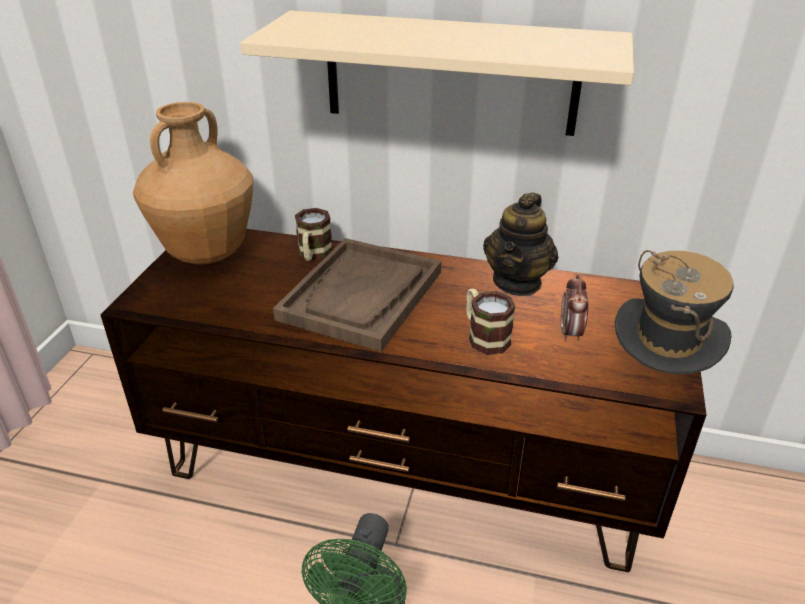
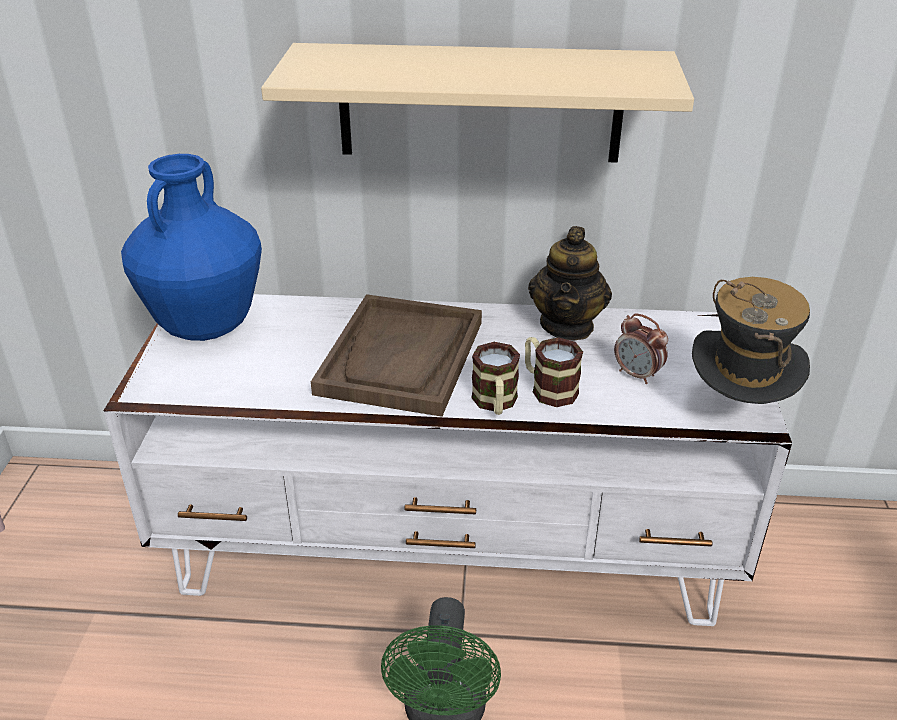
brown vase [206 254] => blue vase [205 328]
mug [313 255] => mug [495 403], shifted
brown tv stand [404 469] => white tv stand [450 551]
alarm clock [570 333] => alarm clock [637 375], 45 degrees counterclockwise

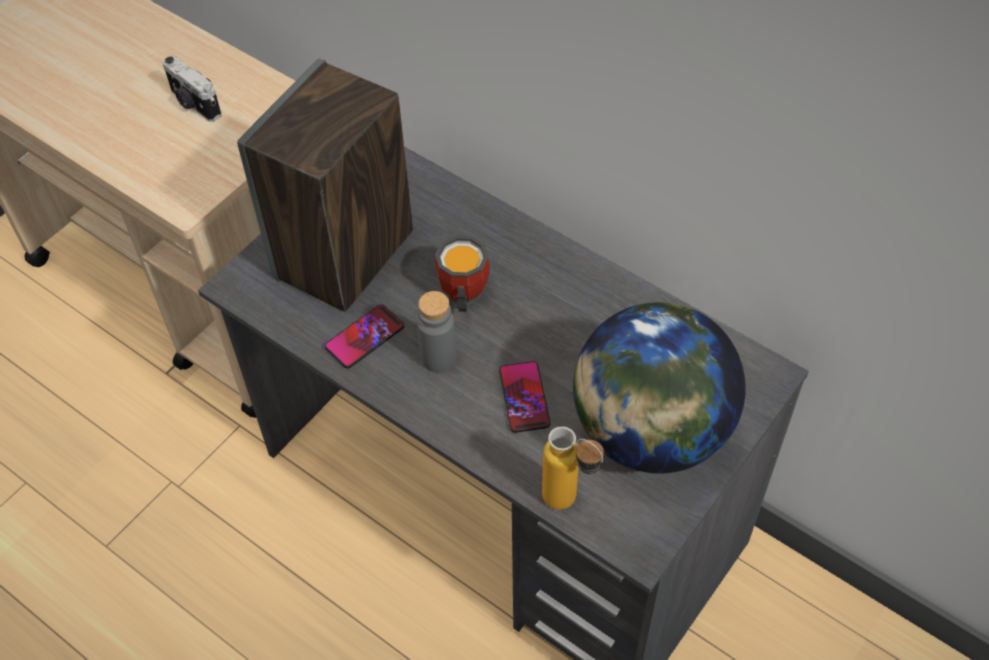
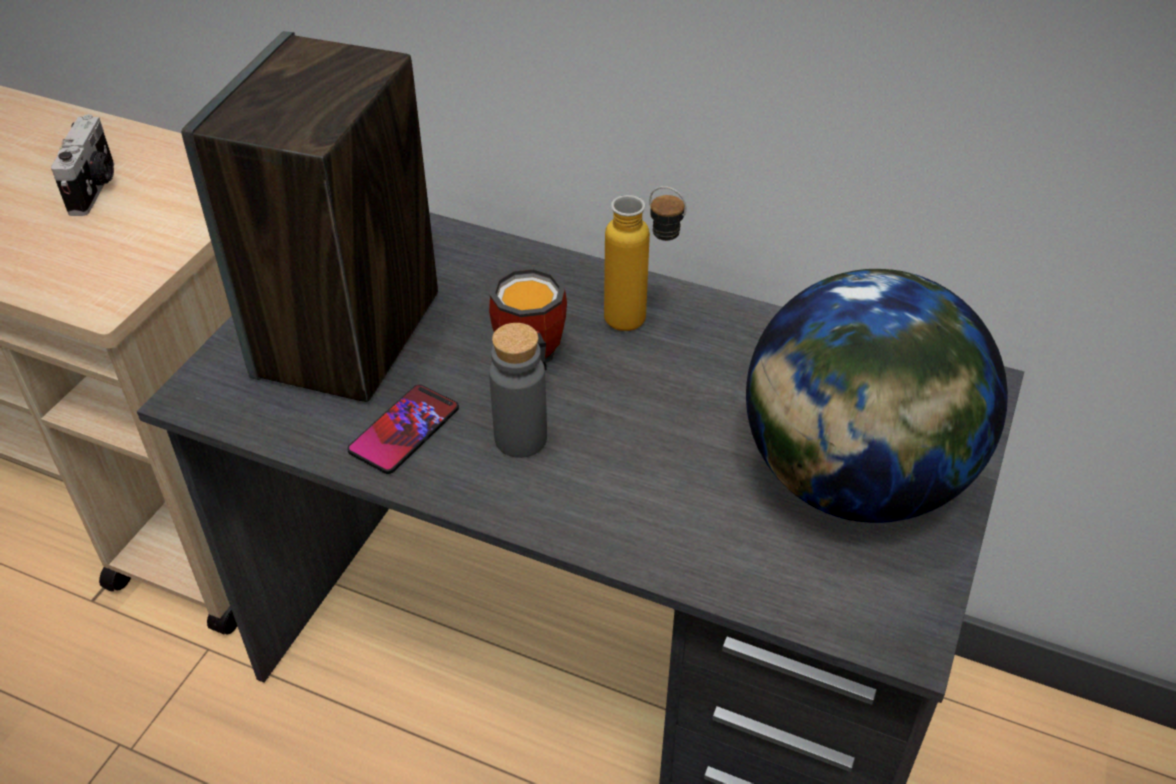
photo camera [194 104] => photo camera [95 188], 120 degrees counterclockwise
phone [524 397] => nothing
bottle [570 503] => bottle [641 324], shifted

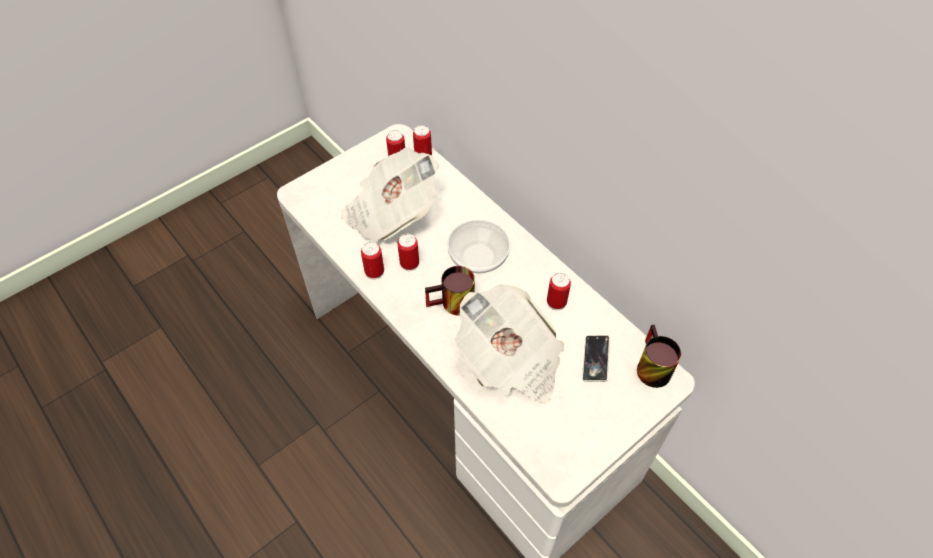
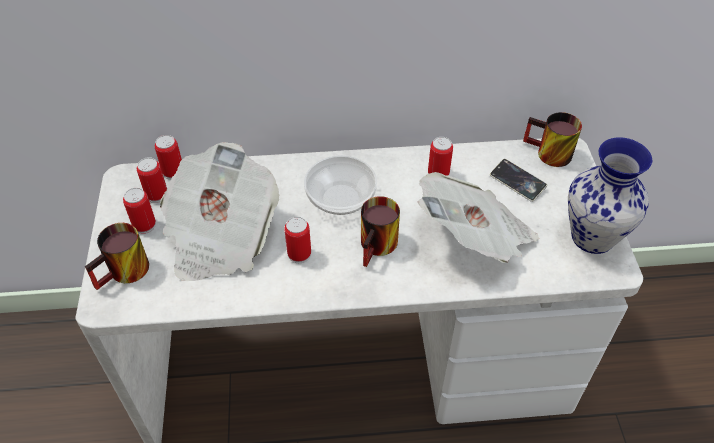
can [374 272] => can [144 225], shifted
nothing => vase [592 238]
nothing => mug [125 274]

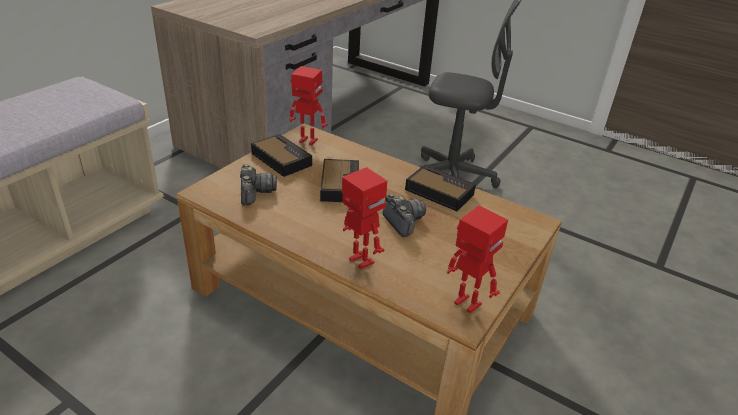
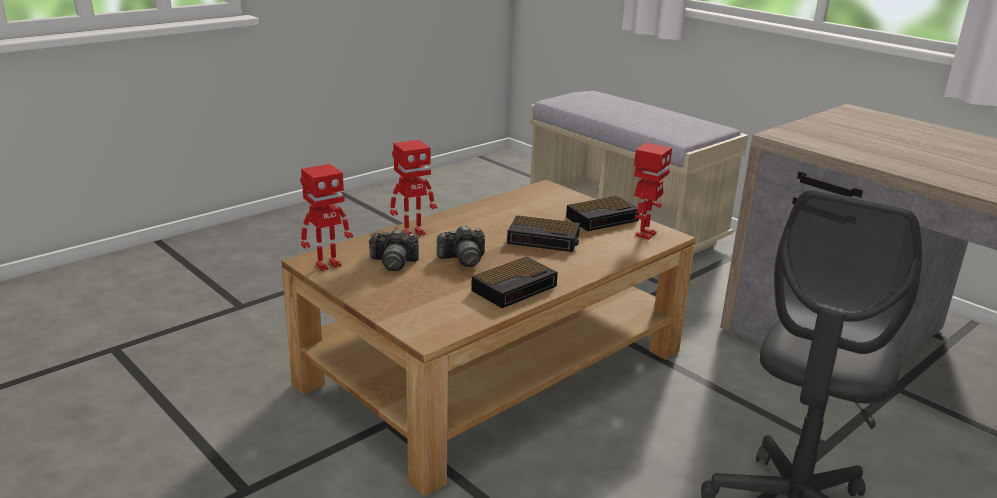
photo camera [255 193] => photo camera [394 263], shifted

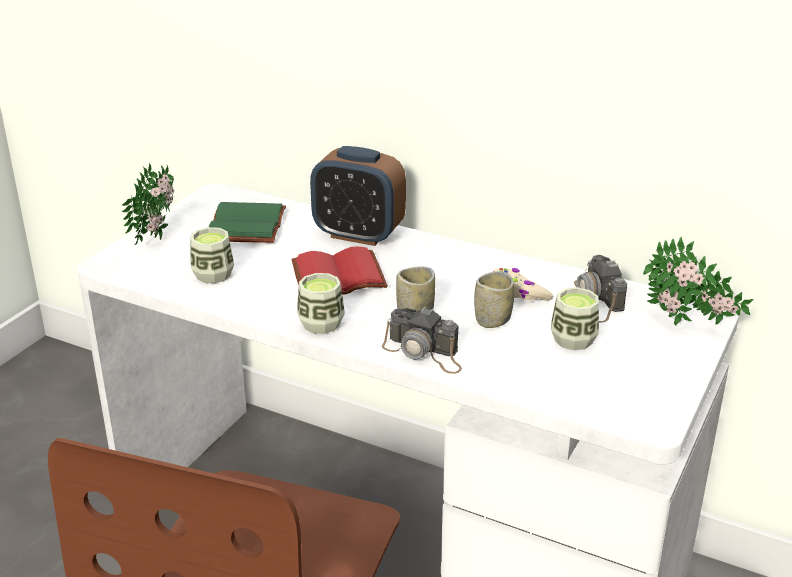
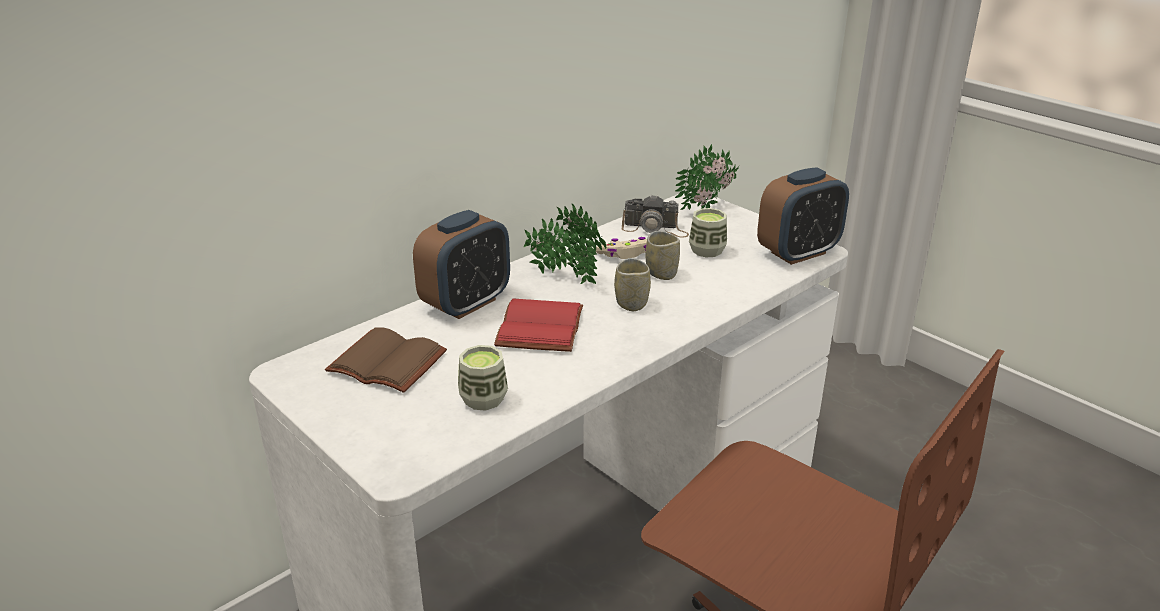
potted plant [159 234] => potted plant [565 277], shifted
green book [248 226] => brown book [390 362]
cup [321 324] => nothing
photo camera [424 353] => nothing
nothing => alarm clock [798 253]

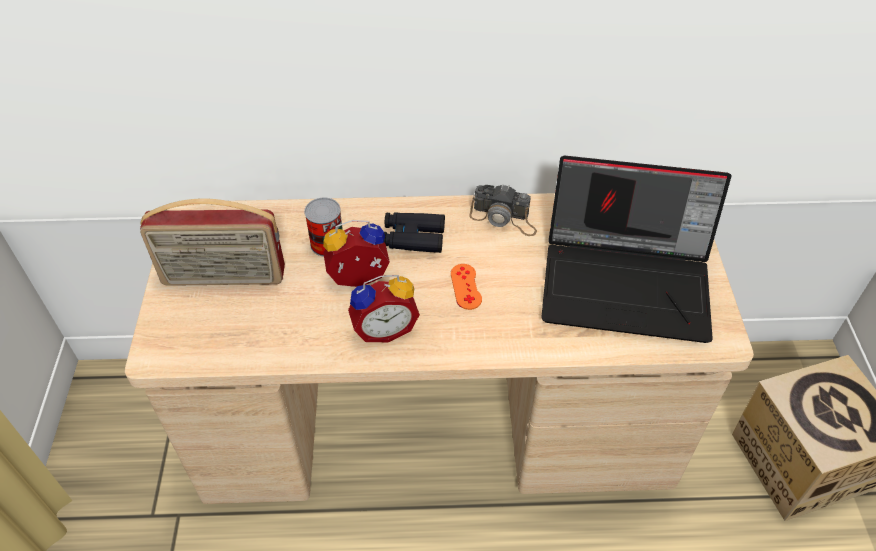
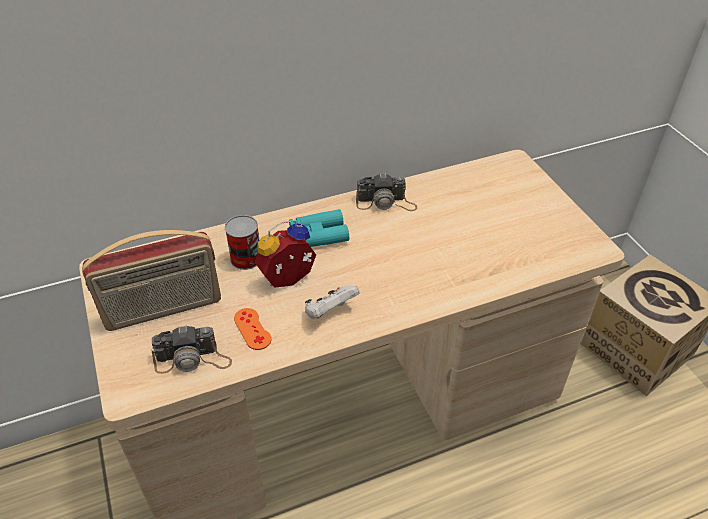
laptop [628 282] => nothing
black binoculars [413 238] => turquoise binoculars [318 235]
orange game controller [466 286] => orange game controller [252 329], shifted
alarm clock [384 328] => white game controller [330 312]
nothing => photo camera [193 359]

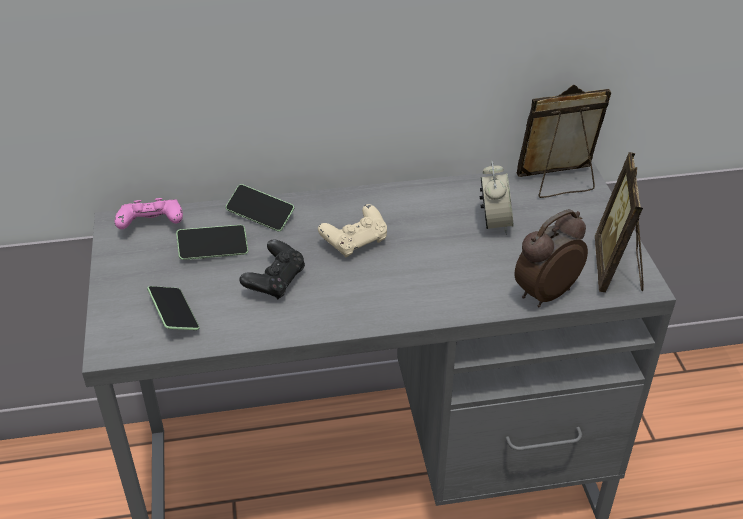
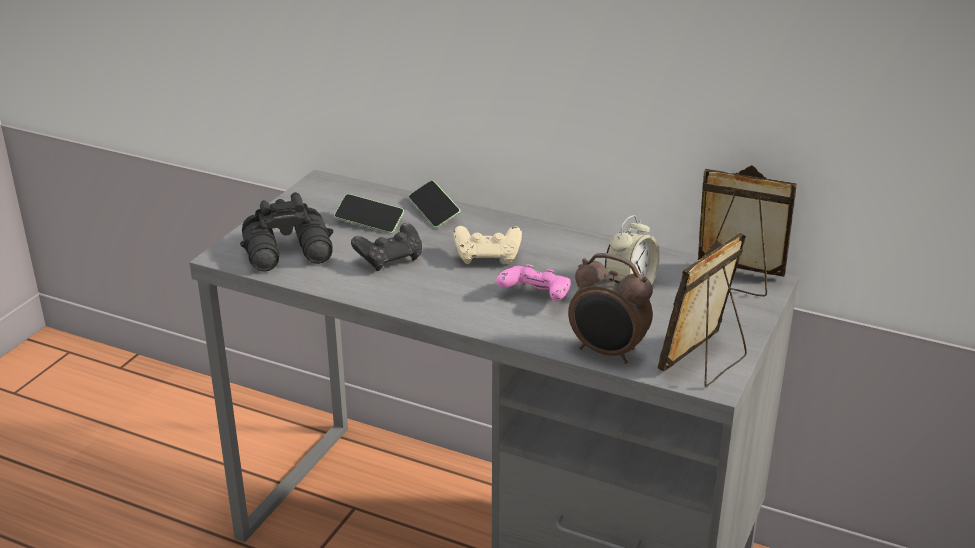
pink game controller [151 226] => pink game controller [535 297], shifted
alarm clock [544 293] => alarm clock [607 352], 150 degrees counterclockwise
phone [174 315] => black binoculars [290 252]

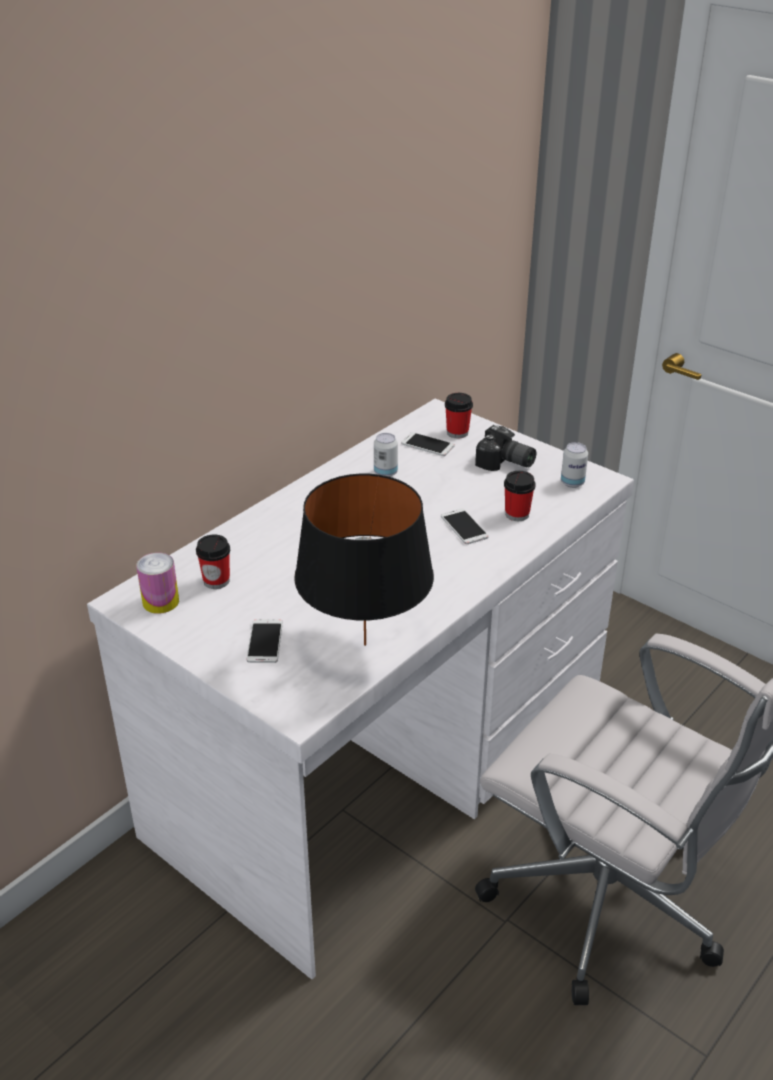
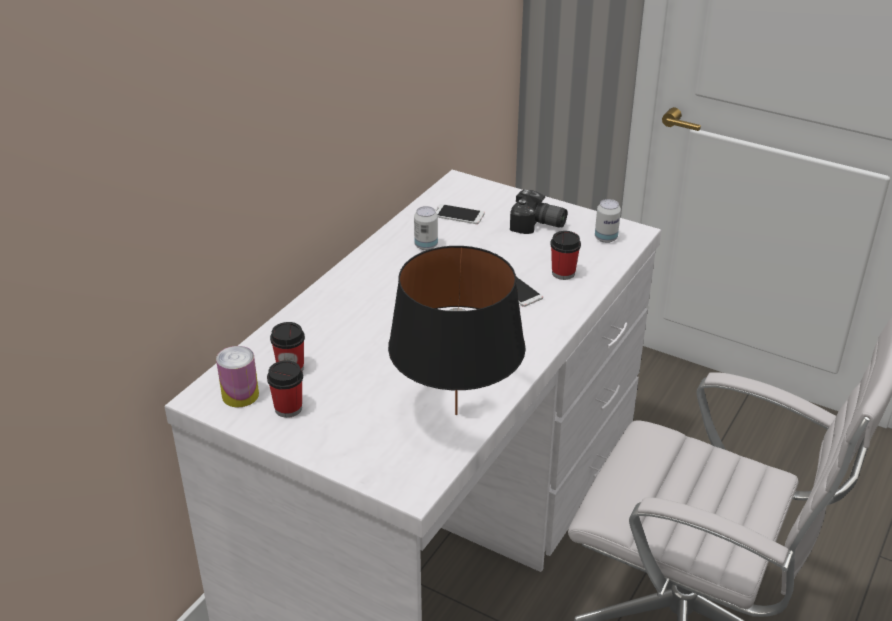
cup [457 433] => cup [288 408], shifted
phone [265 641] => nothing

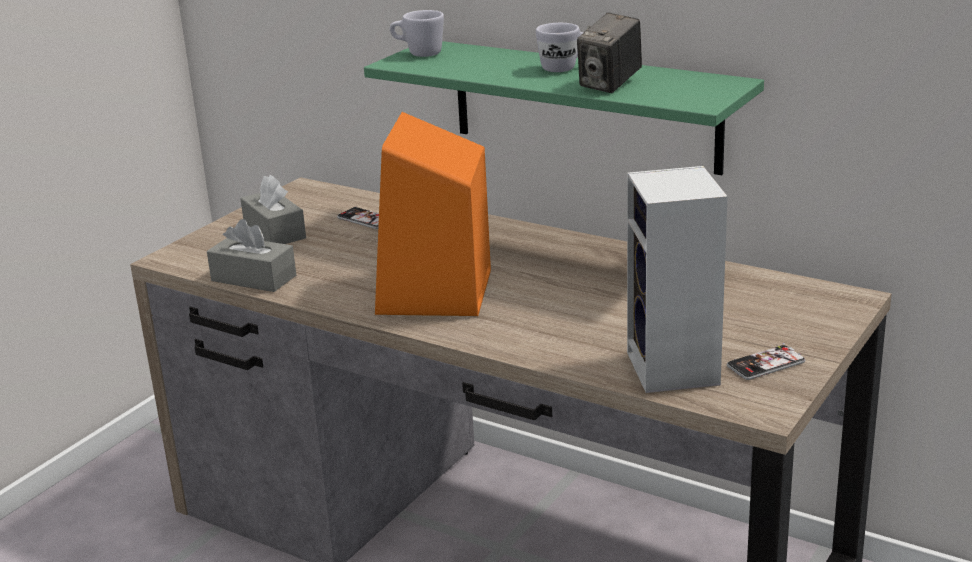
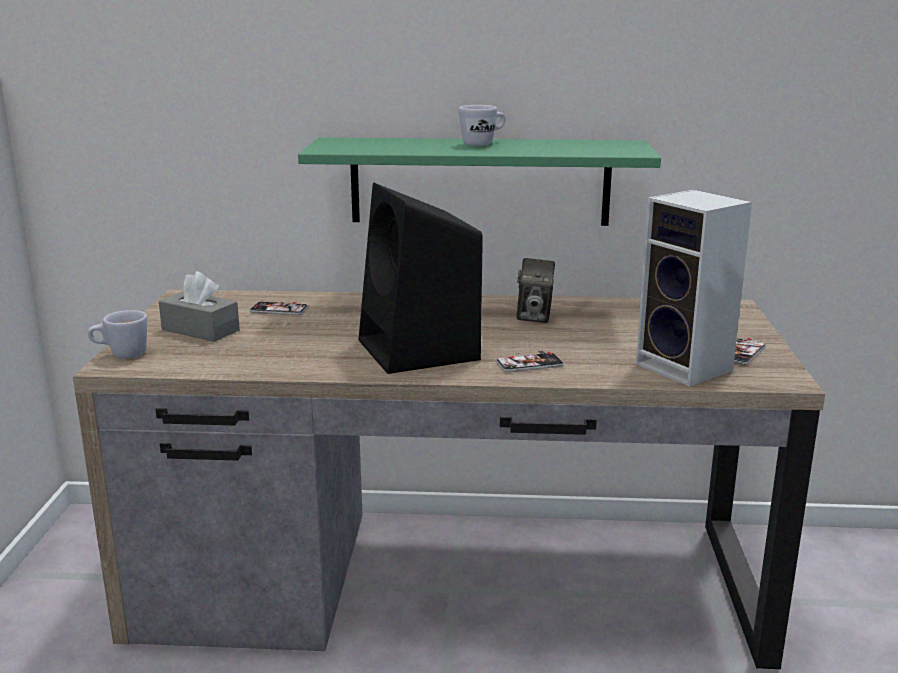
white mug [418 53] => white mug [121 355], shifted
photo camera [610 85] => photo camera [534 316], shifted
orange speaker [435 294] => black speaker [420 351]
grey tissue box [253 278] => nothing
nothing => phone [529 364]

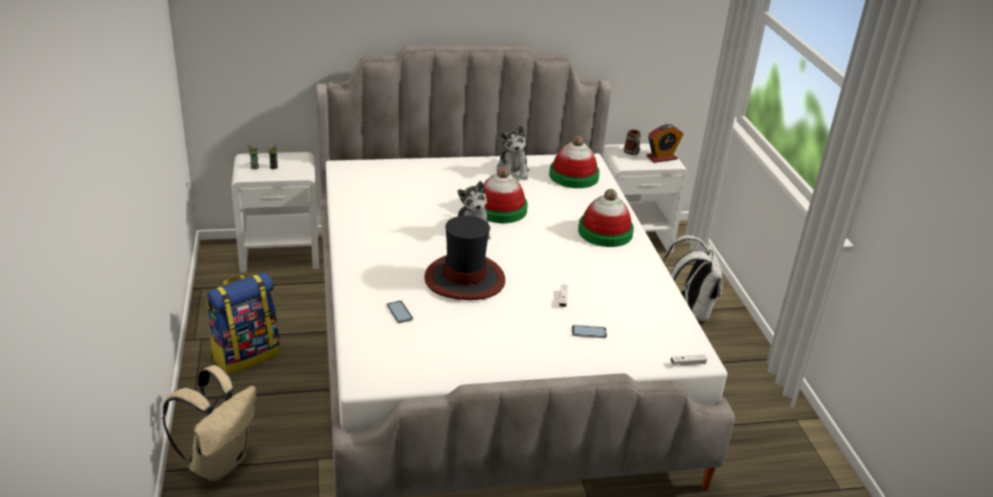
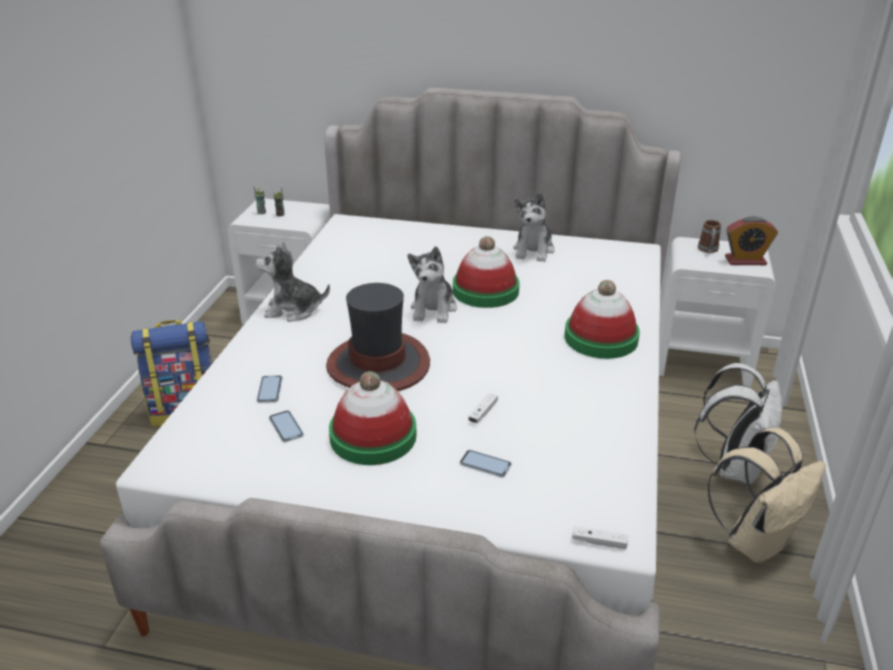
hat [573 176] => hat [373 436], shifted
beige backpack [219 462] => beige backpack [756 541], shifted
nothing => plush toy [293 310]
nothing => phone [286 427]

